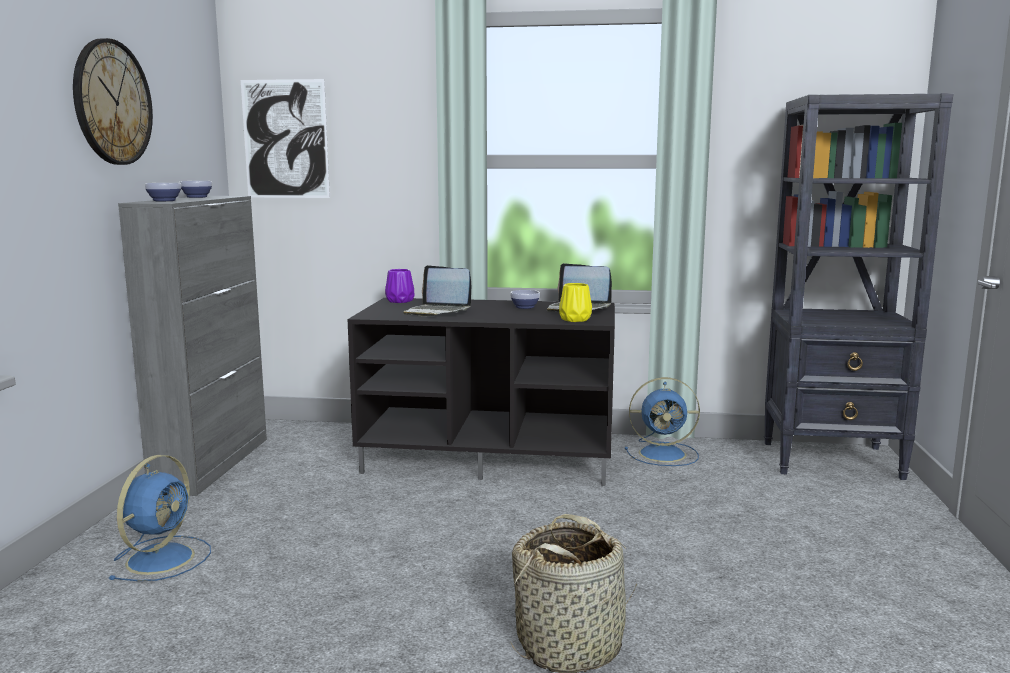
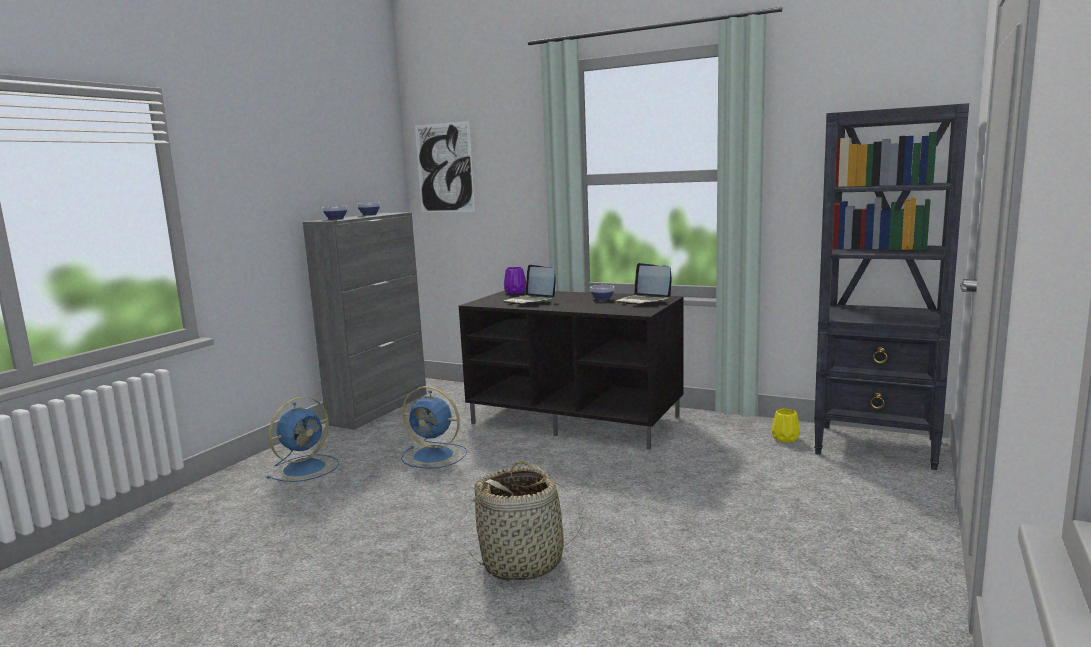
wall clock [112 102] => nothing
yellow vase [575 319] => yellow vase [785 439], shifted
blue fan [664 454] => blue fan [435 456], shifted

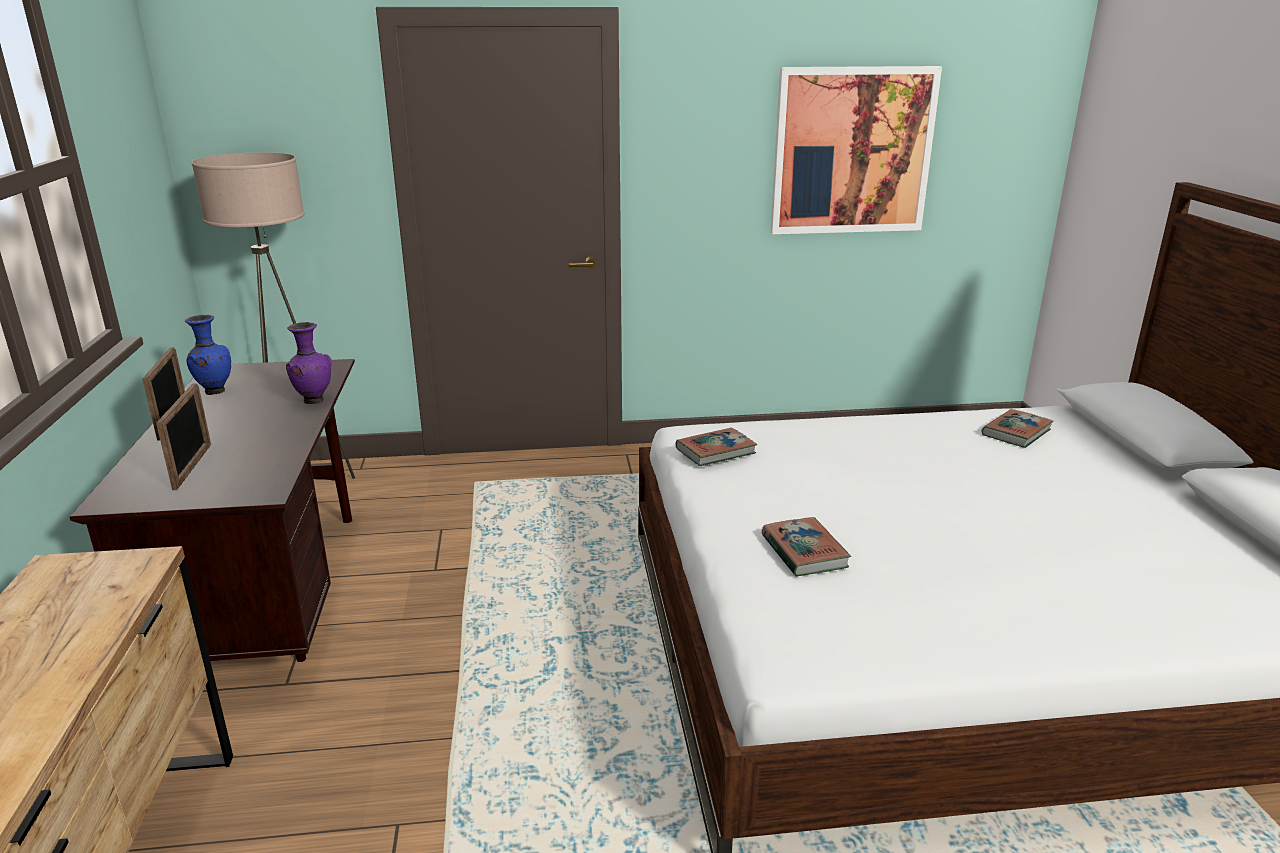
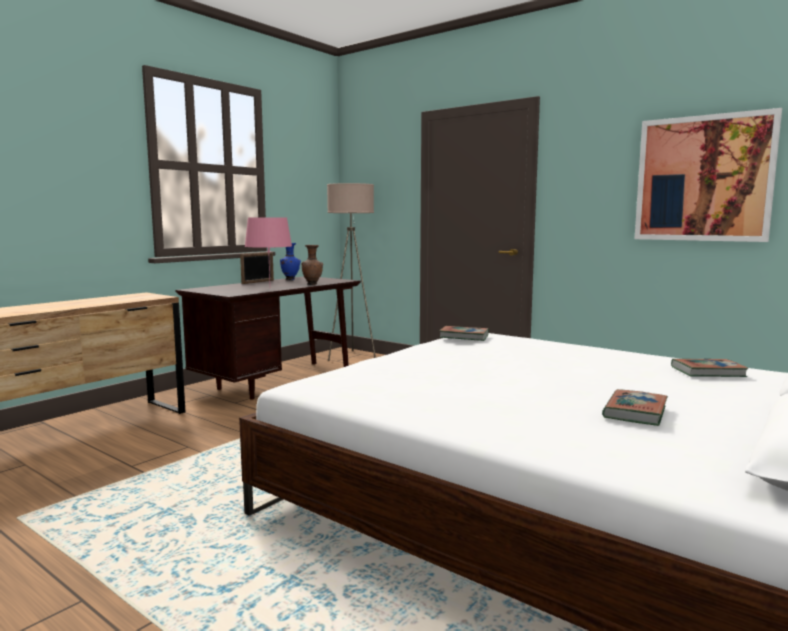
purple vase [314 400] => brown vase [312 284]
picture frame [193 466] => nothing
book [804 552] => book [635 412], shifted
nothing => pink table lamp [269 288]

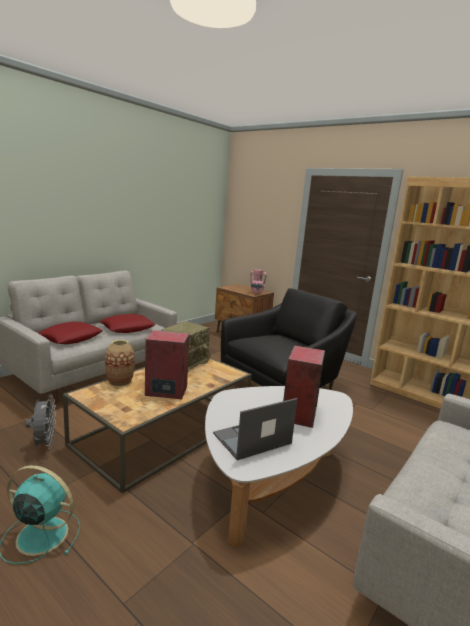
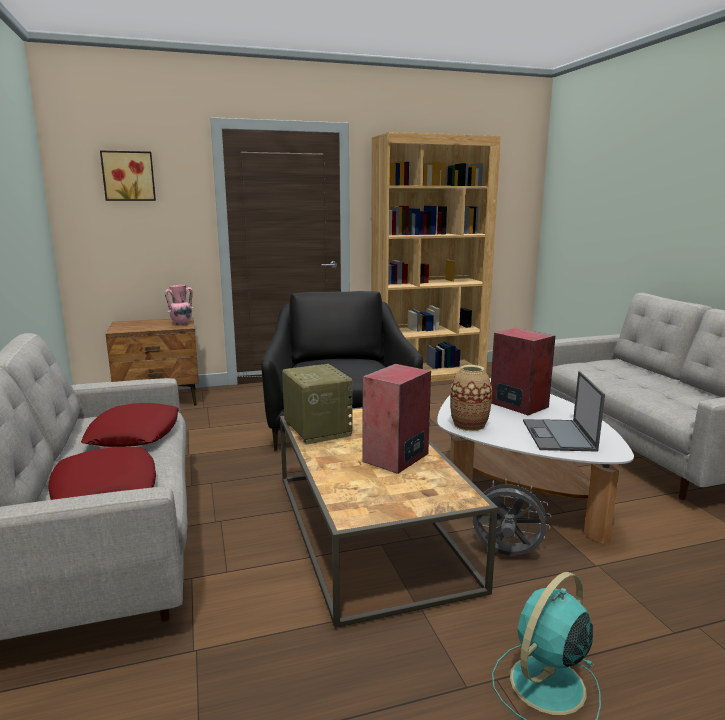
vase [120 381] => vase [469 425], shifted
grey fan [44 444] => grey fan [506 554], shifted
nothing => picture [128 176]

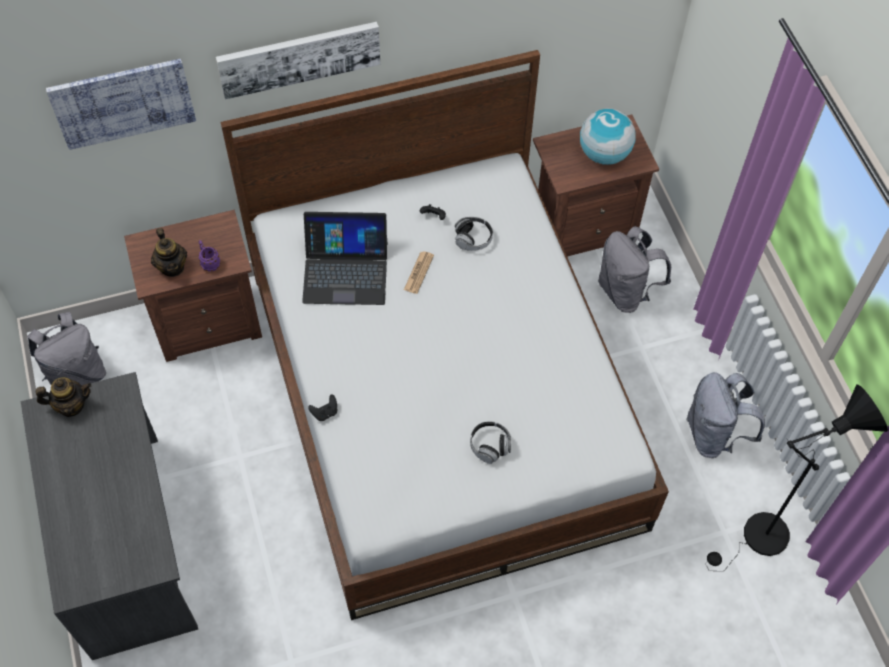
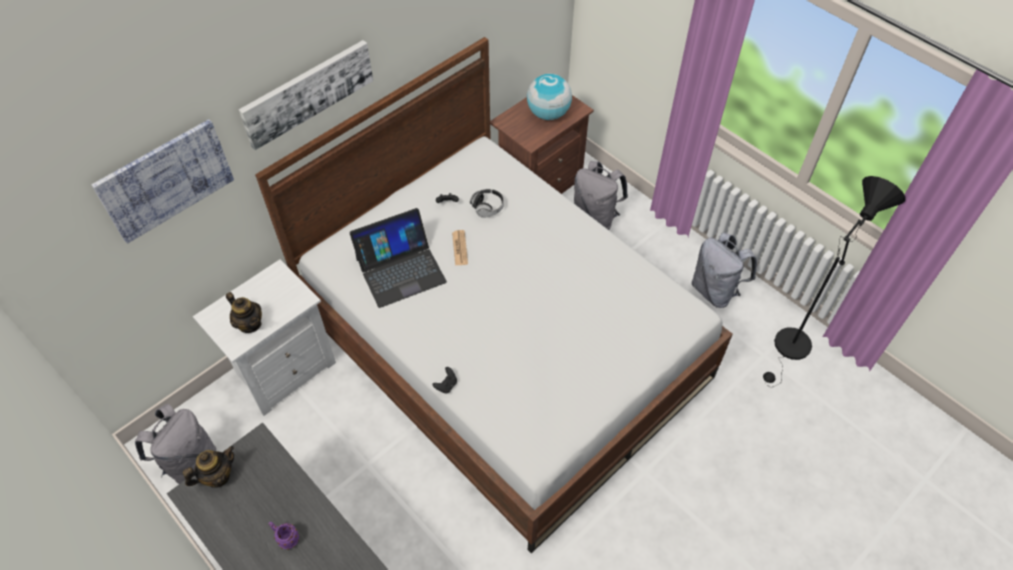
brown nightstand [208 322] => white nightstand [284 369]
purple mug [209 263] => purple mug [286 538], shifted
headphones [490 446] => nothing

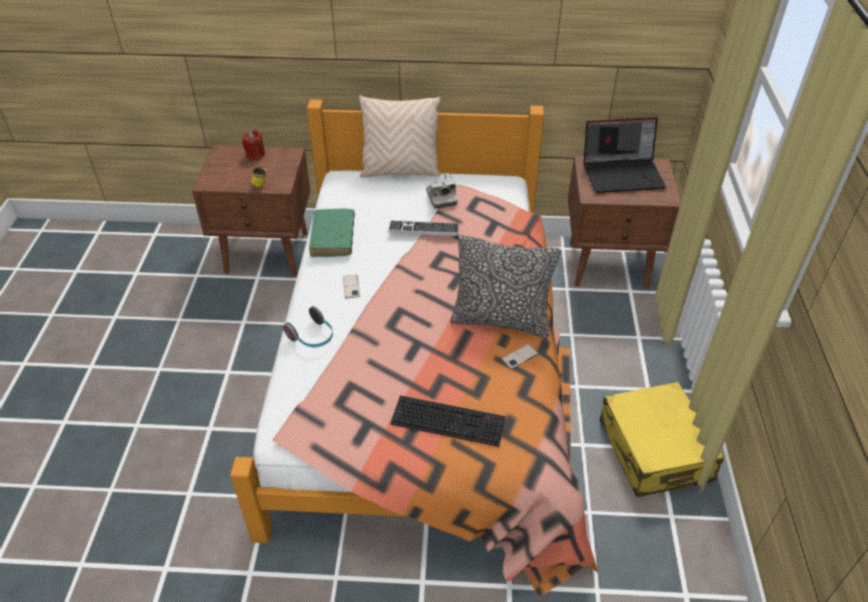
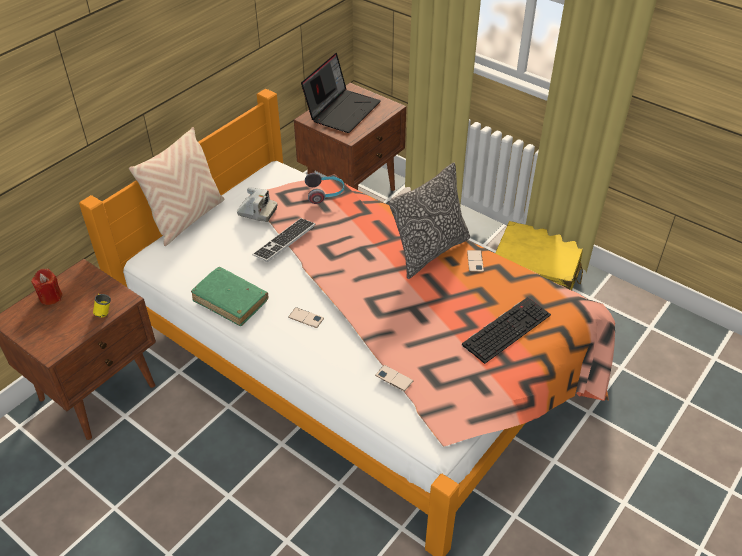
headphones [312 337] => headphones [325 193], shifted
nothing => phone [394 378]

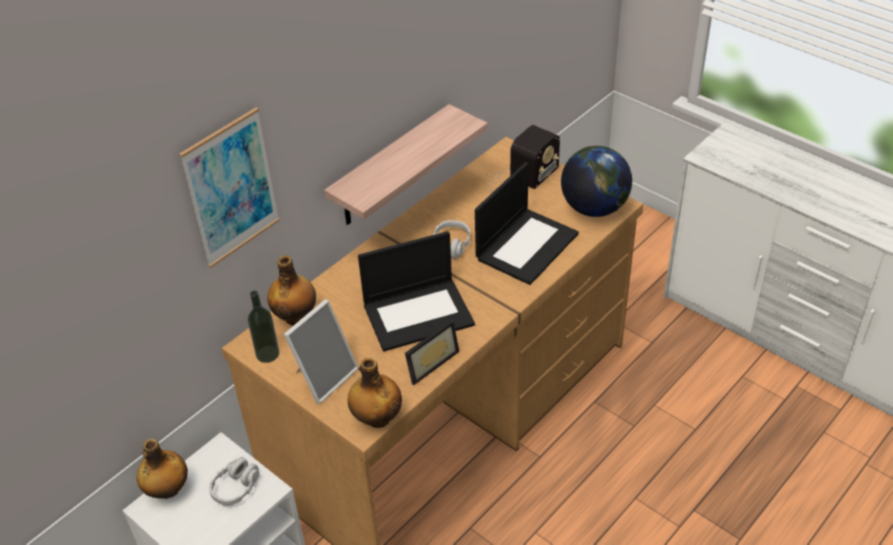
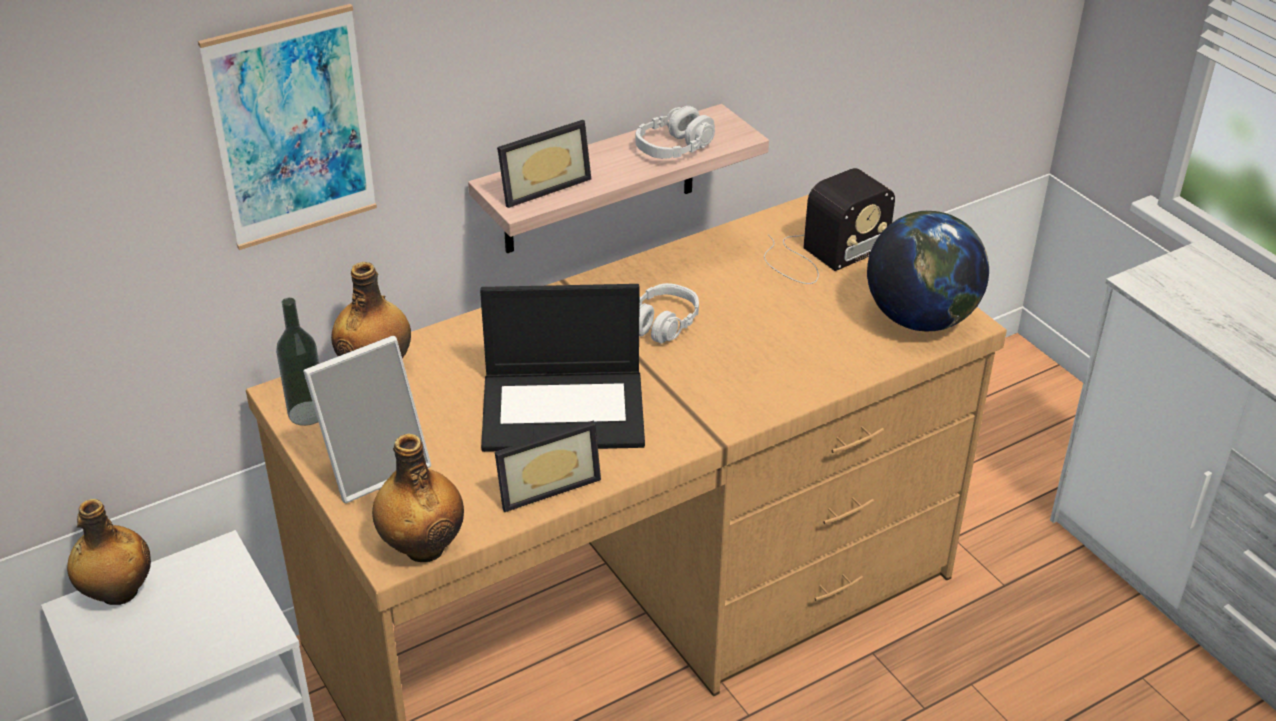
laptop [526 245] => nothing
grey headphones [236 487] => grey headphones [674 147], shifted
nothing => picture frame [541 186]

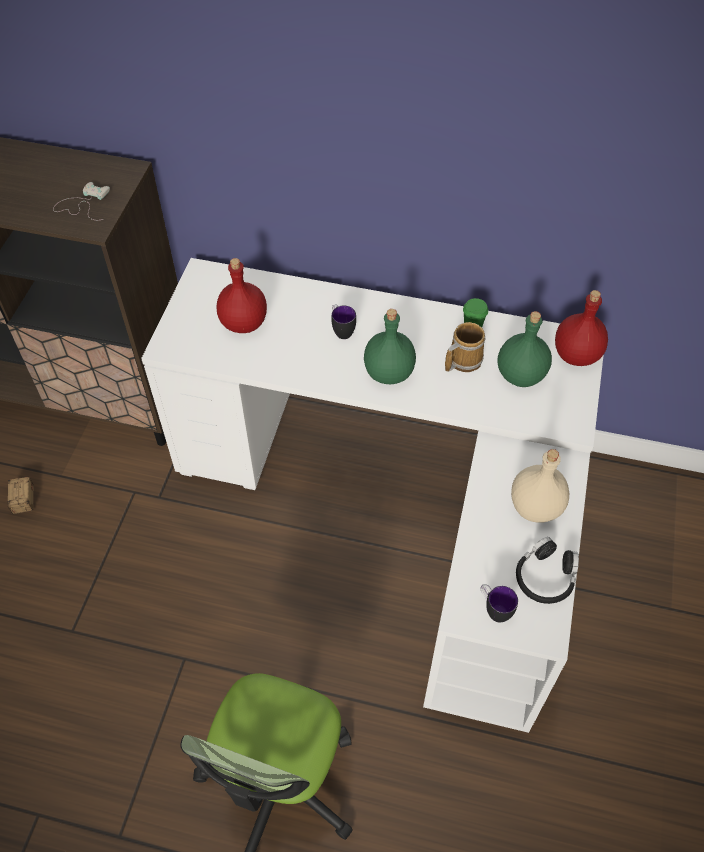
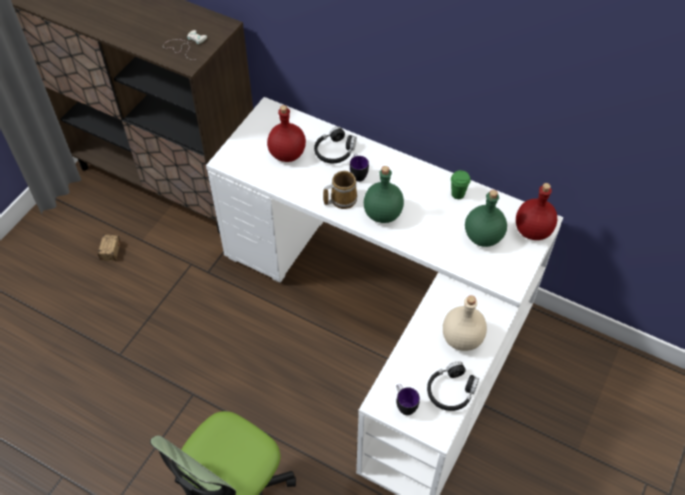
mug [462 360] => mug [341 199], shifted
nothing => black headphones [335 151]

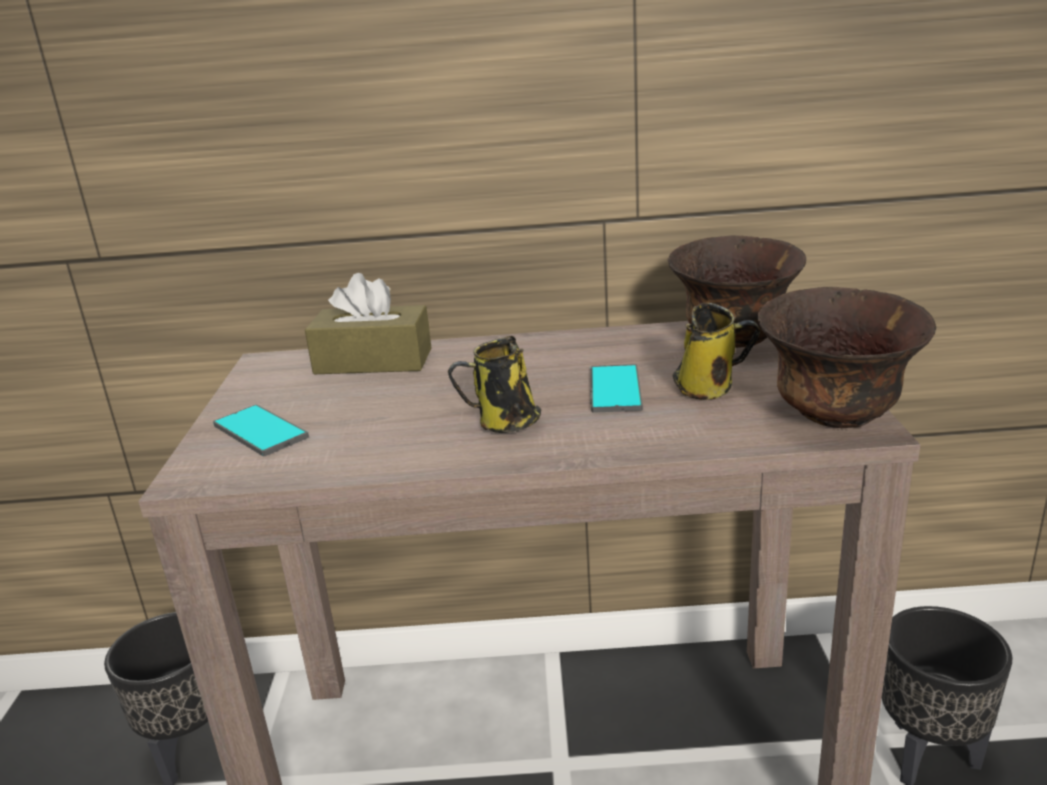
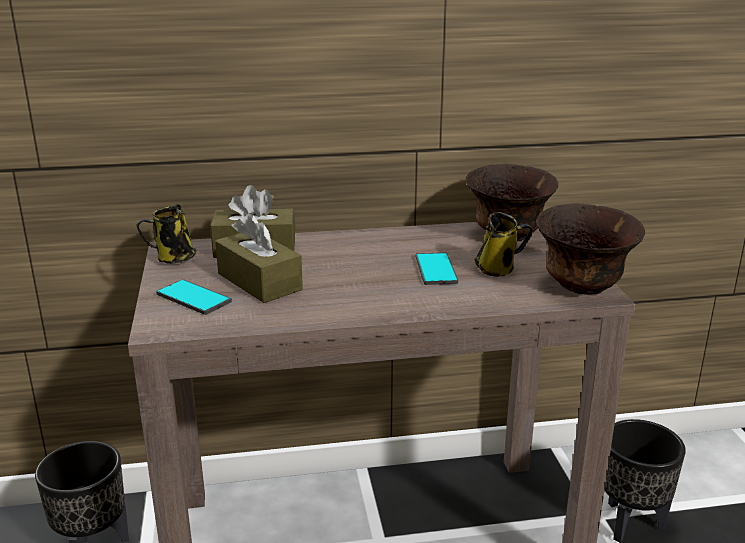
mug [504 424] => mug [173 259], shifted
nothing => brown tissue box [259 282]

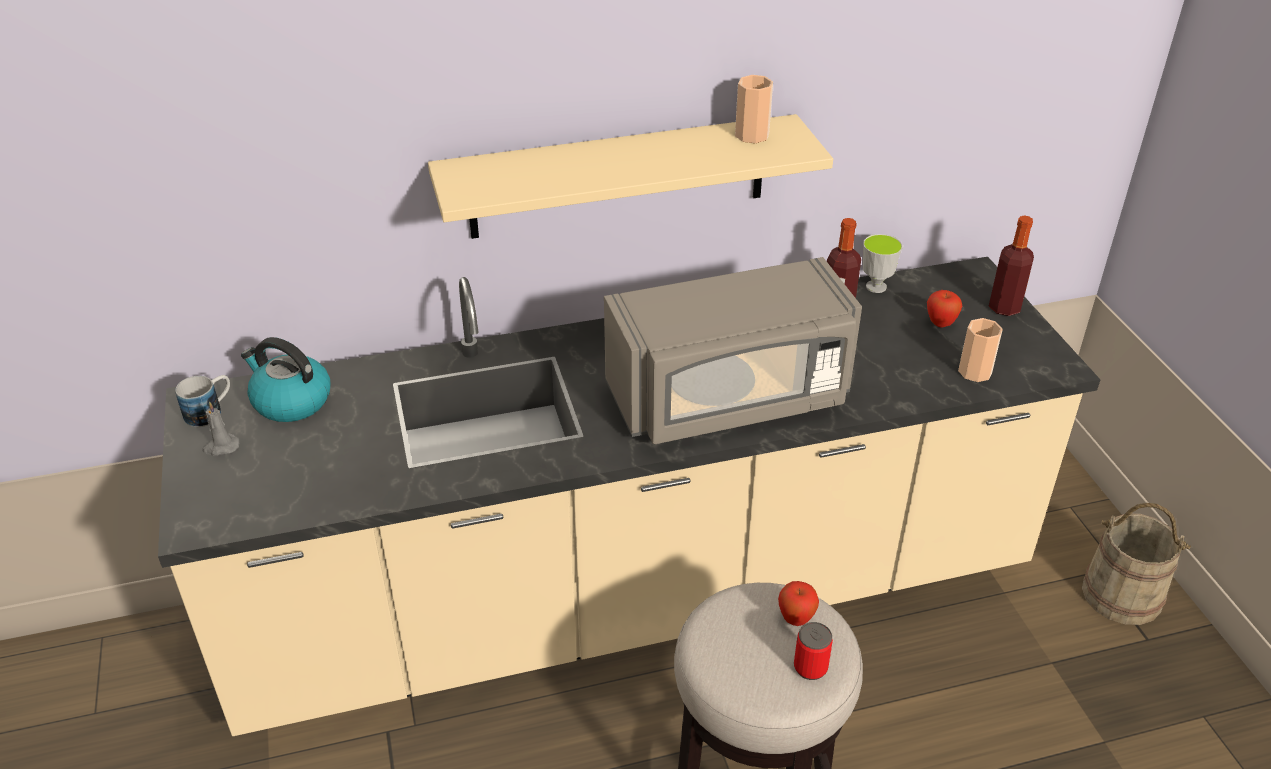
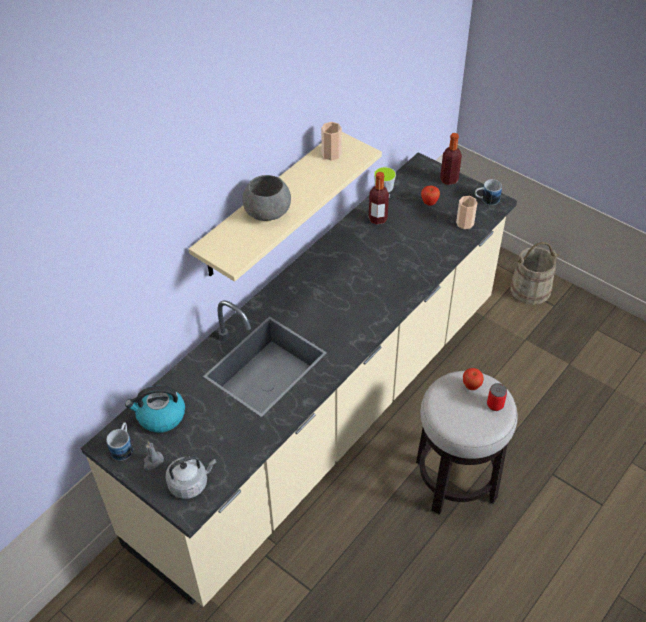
grey microwave [729 398] => nothing
nothing => grey bowl [268 211]
nothing => mug [486 200]
nothing => grey kettle [190 483]

